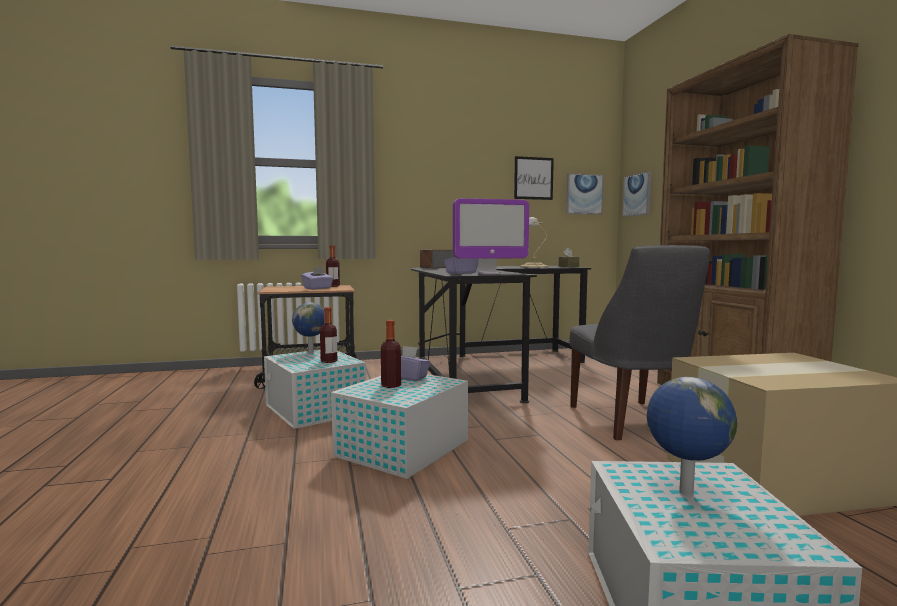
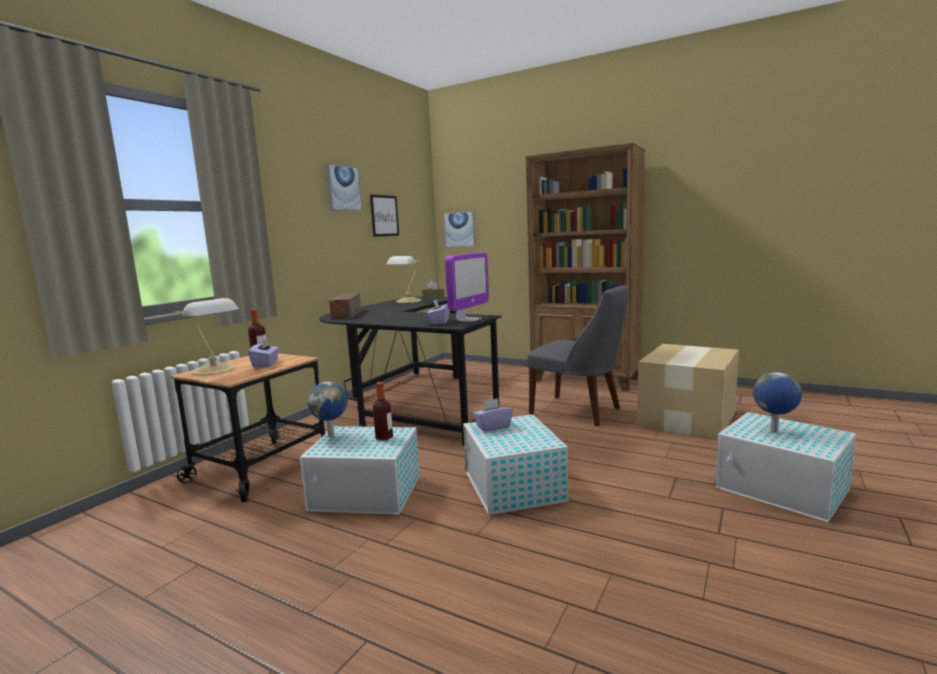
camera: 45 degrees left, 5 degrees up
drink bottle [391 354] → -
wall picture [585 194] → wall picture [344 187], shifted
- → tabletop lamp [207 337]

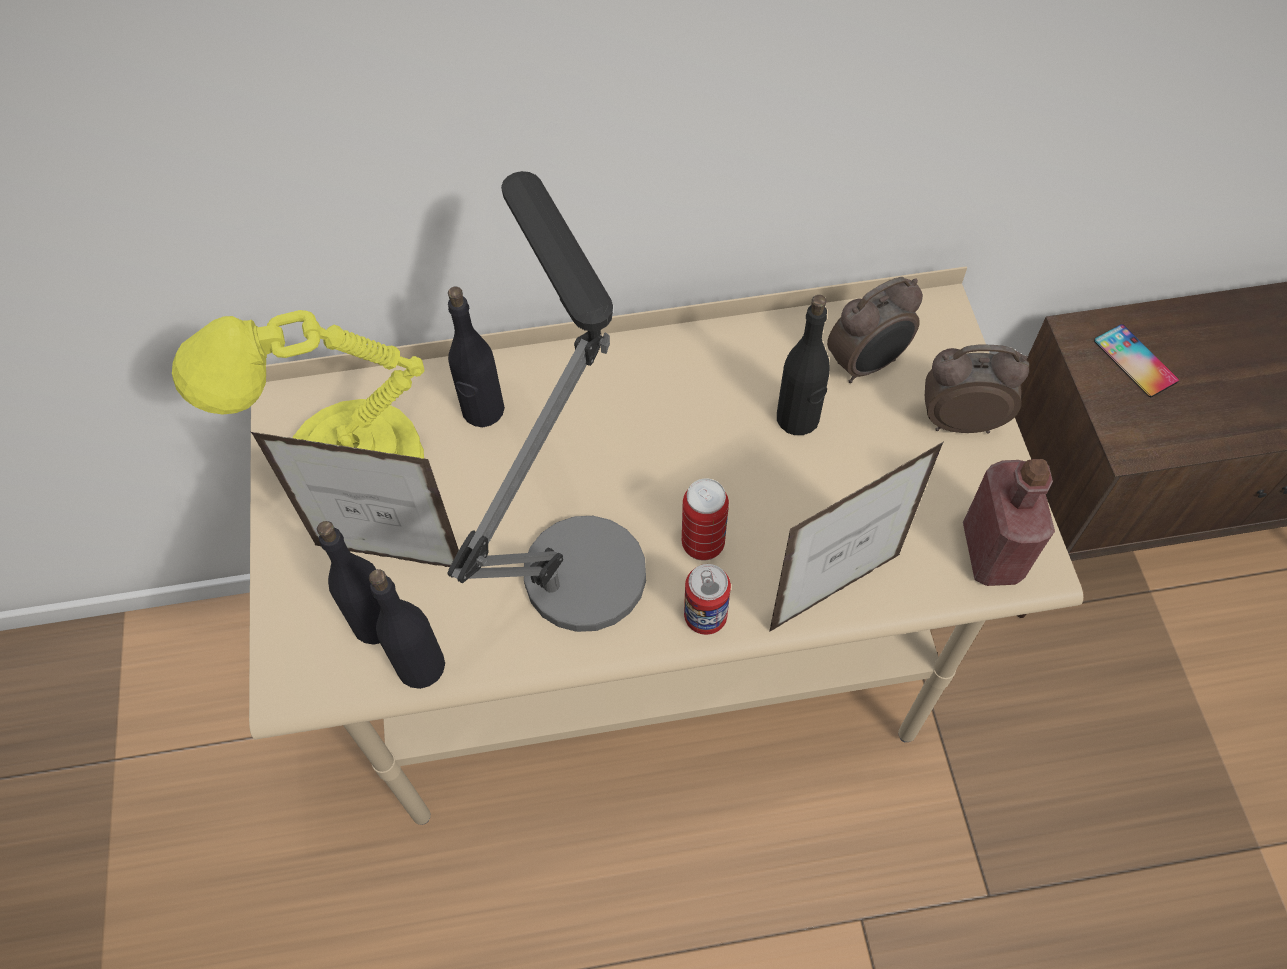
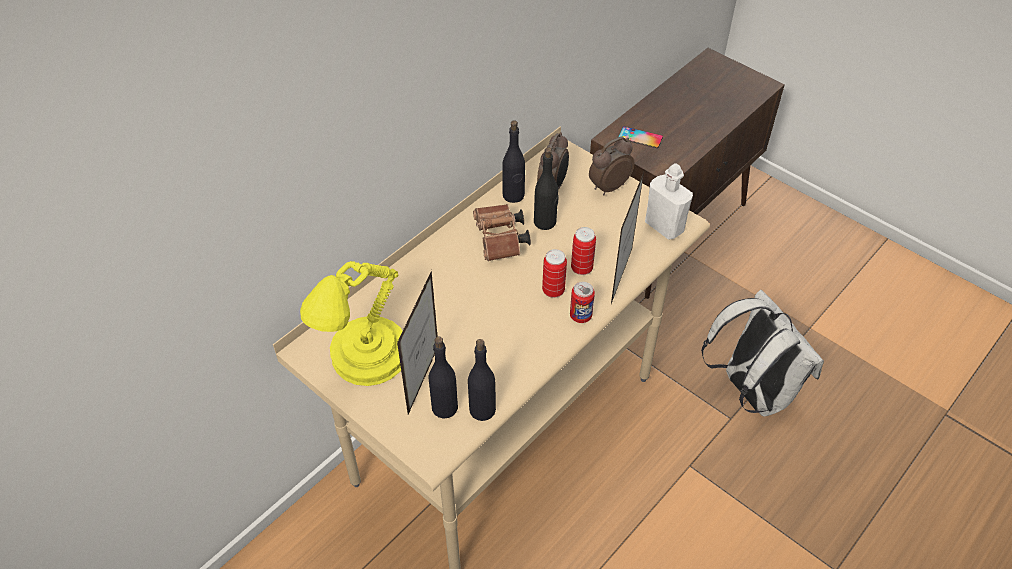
camera: 40 degrees left, 10 degrees down
picture frame [355 499] → picture frame [417 342], 135 degrees clockwise
tabletop lamp [546 401] → -
blackish drink bottle [476 356] → blackish drink bottle [513 161], shifted
red-coloured drink bottle [1009 522] → whitish drink bottle [669 201]
- → brownish binoculars [502 232]
- → can [583 251]
- → whitish backpack [762 353]

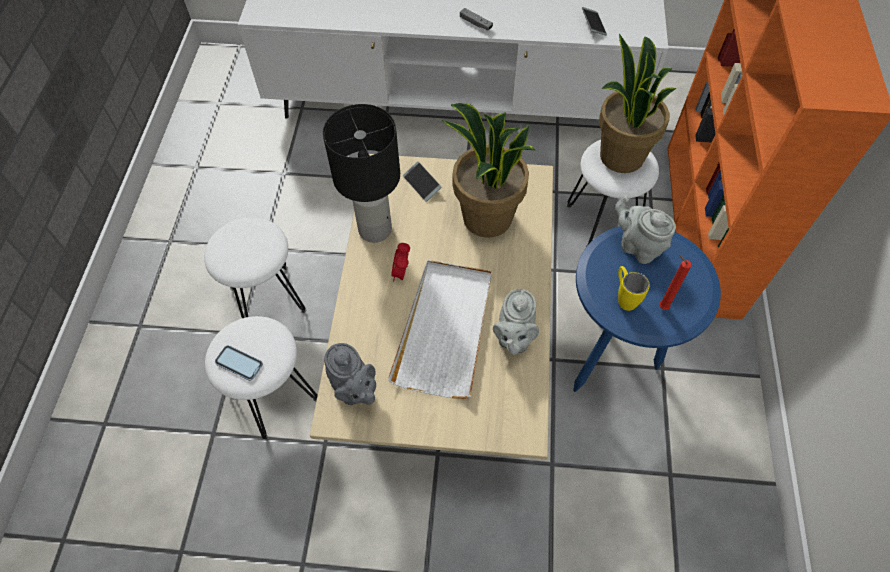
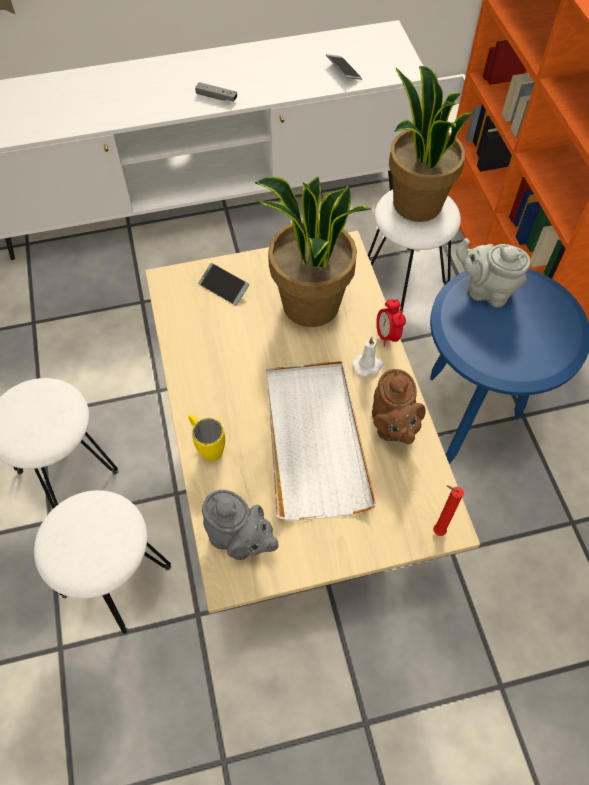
camera: 20 degrees left, 0 degrees up
telephone [239 363] → -
blackish tabletop lamp [361 173] → -
table clock [401 262] → table clock [391 323], shifted
grey teapot [516 322] → brownish teapot [399 406]
yellowish mug [634 288] → yellowish mug [207 438], shifted
red-coloured wax candle [675 282] → red-coloured wax candle [448 510], shifted
- → whitish wax candle [368 356]

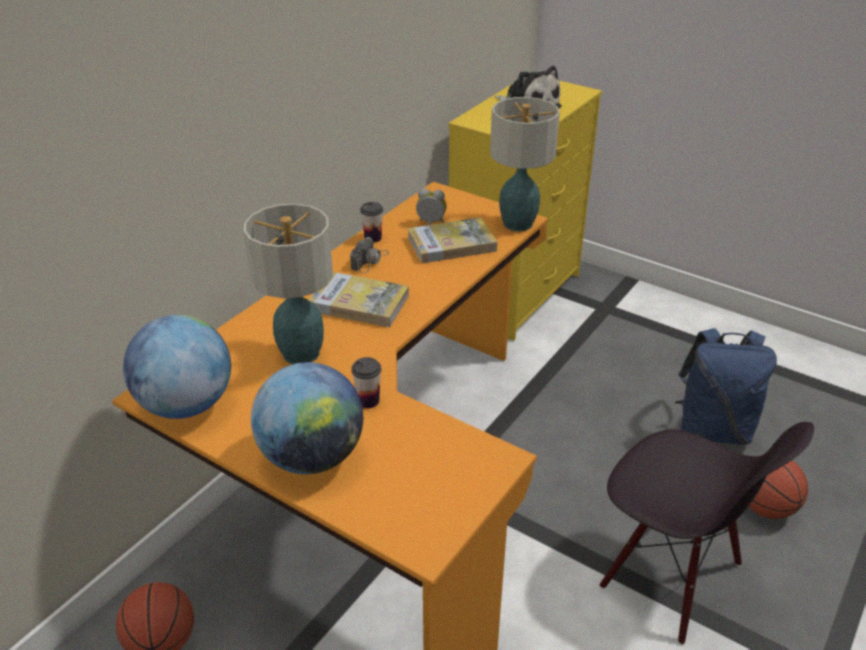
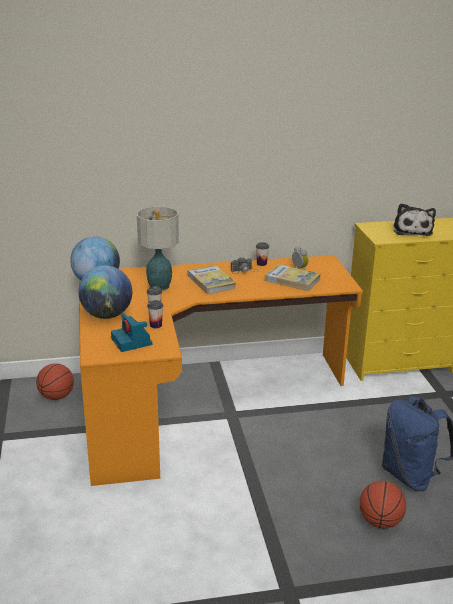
camera: 45 degrees right, 10 degrees down
tabletop lamp [525 164] → -
blackish plain chair [707 533] → -
- → still camera [131 332]
- → drinking cup [155 314]

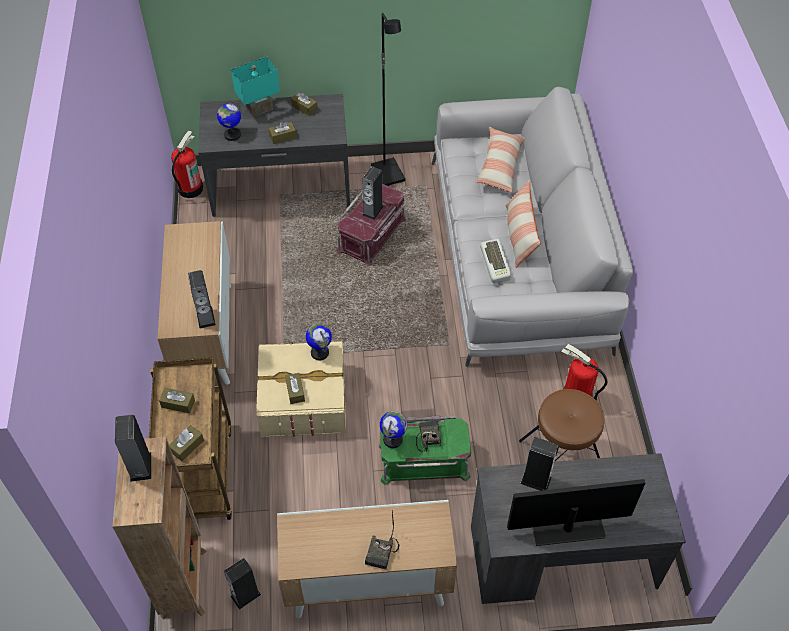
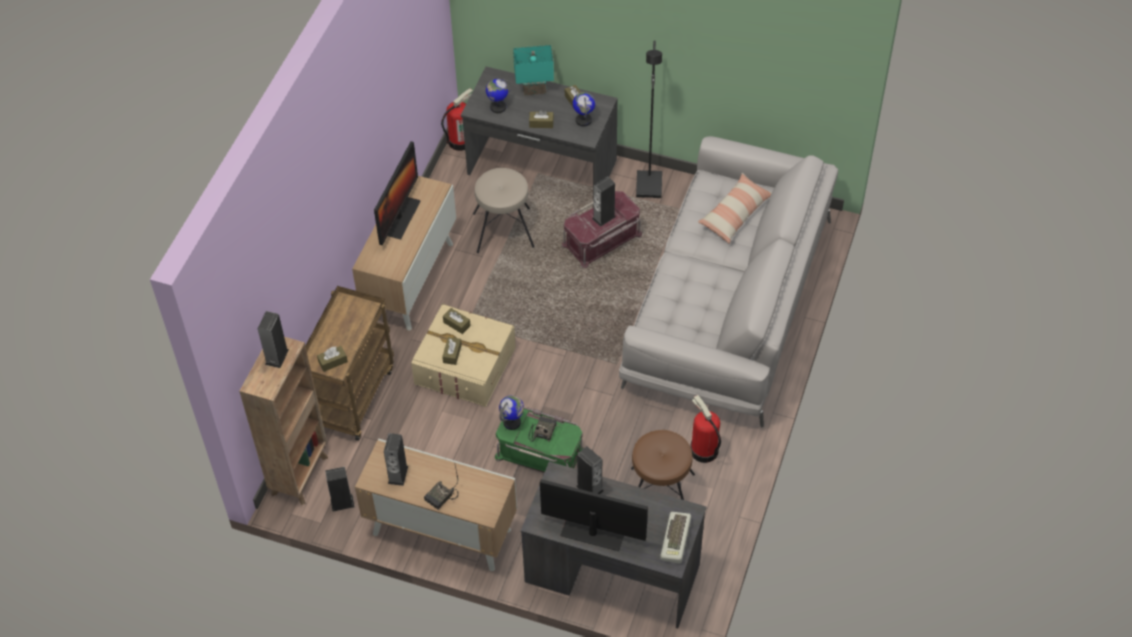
camera: 25 degrees right, 0 degrees up
brownish box of tissues [177 400] → brownish box of tissues [457 321], shifted
speaker [202 299] → speaker [396 459], shifted
globe [319 342] → globe [584 109], shifted
computer keyboard [495 260] → computer keyboard [675 538], shifted
cushion [523 224] → -
- → computer display [397 193]
- → beige-coloured sitting stool [504 210]

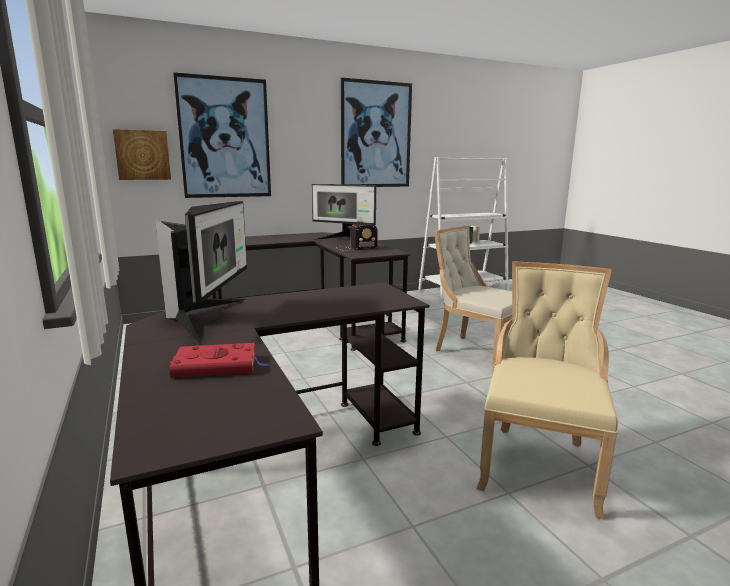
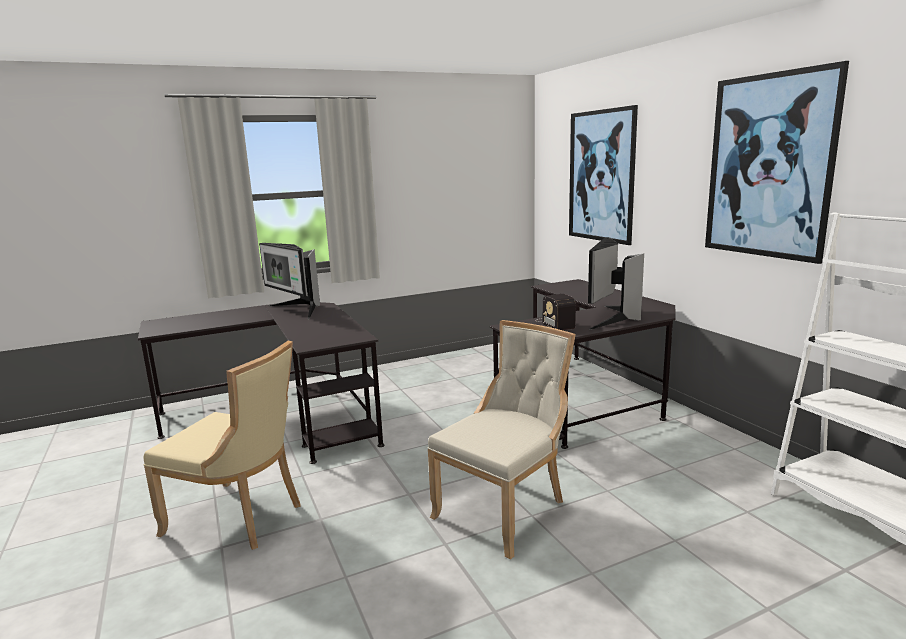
camera: 90 degrees right, 0 degrees up
wall picture [142 154] → -
computer display [201 273] → computer display [289 281], 45 degrees clockwise
red-coloured book [219 360] → -

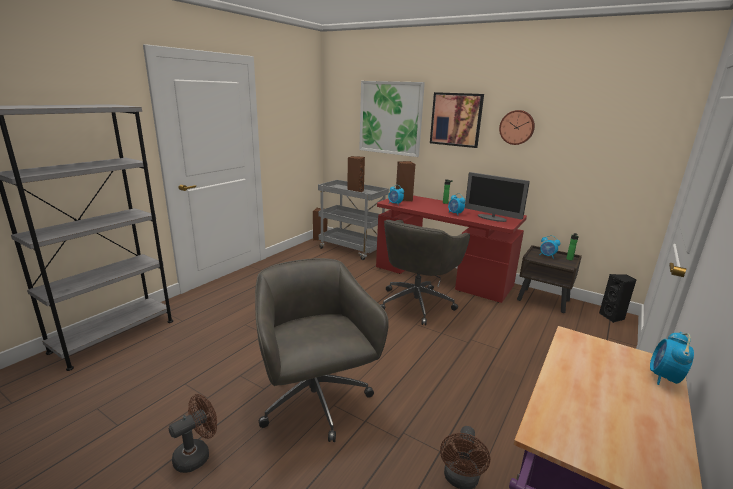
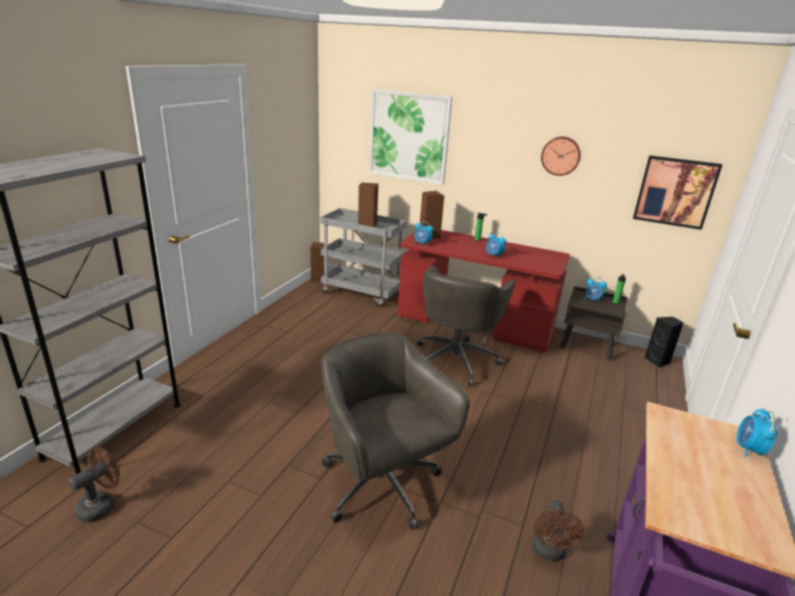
camera: 10 degrees left, 5 degrees up
brownish fan [193 433] → brownish fan [94 484], shifted
wall picture [457 120] → wall picture [677 192], shifted
computer display [497 197] → -

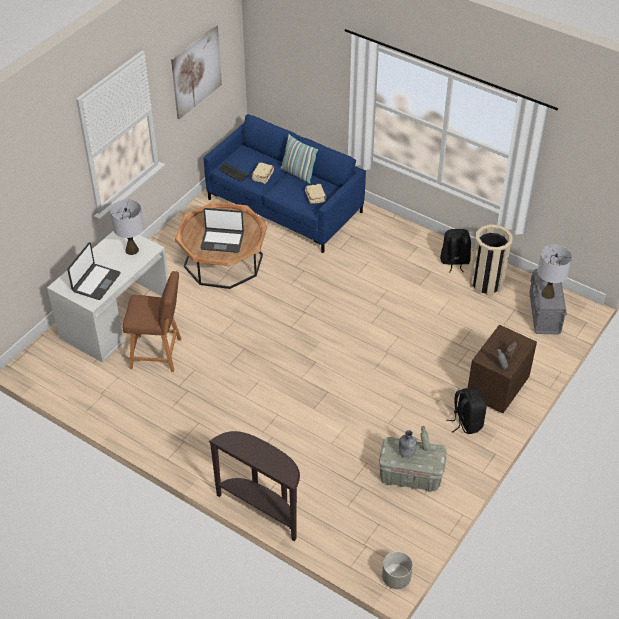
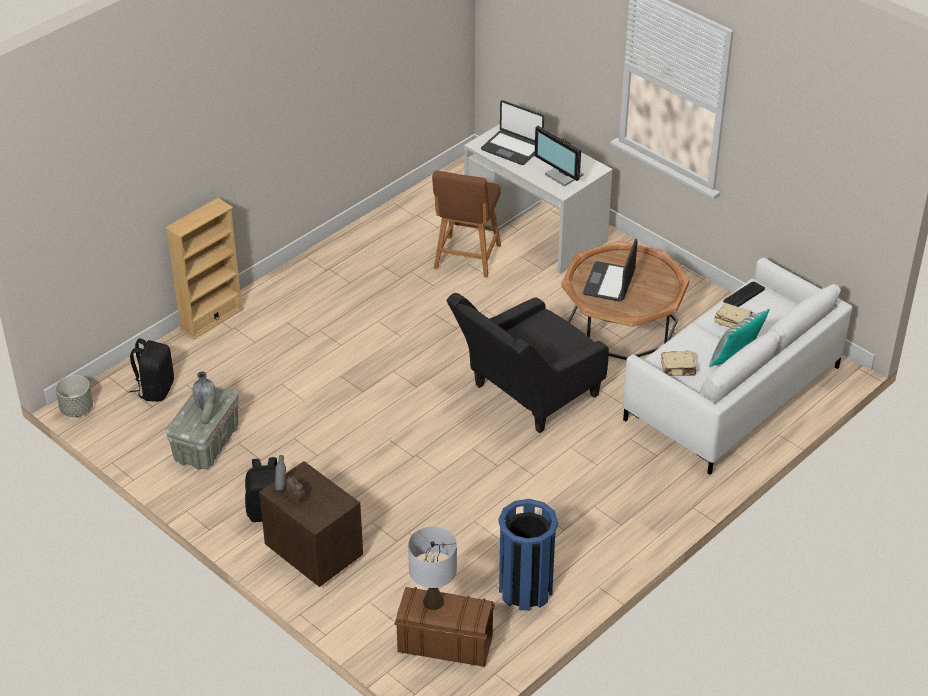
camera: 100 degrees right, 5 degrees down
grey tabletop lamp [127 227] → computer display [559 156]
wall picture [196 72] → -
blue settee [285 183] → whitish settee [738 366]
brownish hall table [254 486] → beige-coloured bookshelf [204 269]
blackish backpack [455 250] → blackish backpack [152 370], shifted
beige-coloured trash can [491 260] → blue trash can [528 555]
grey storage box [548 302] → brownish storage box [444 627]
- → blackish lounge chair [527 363]

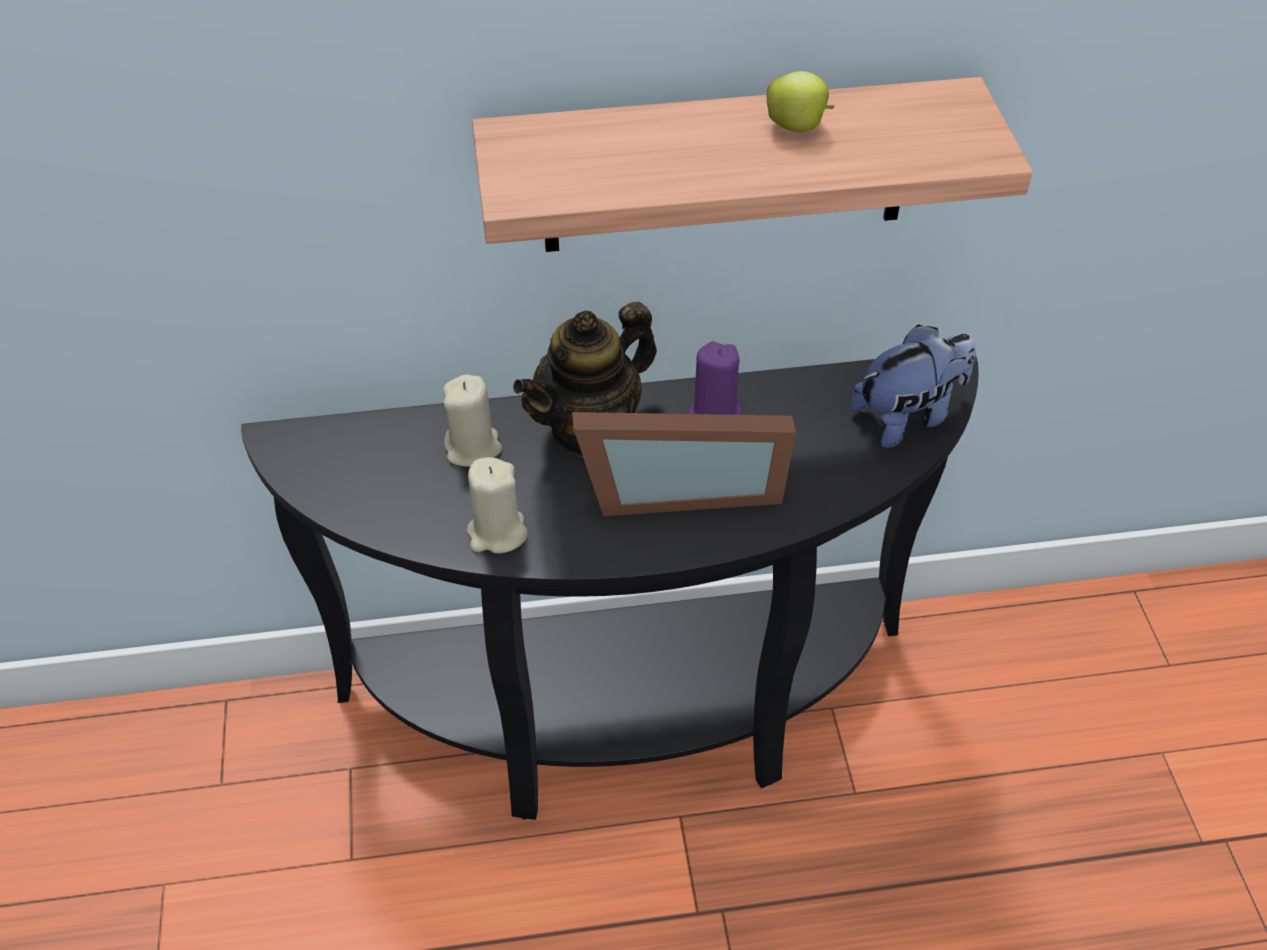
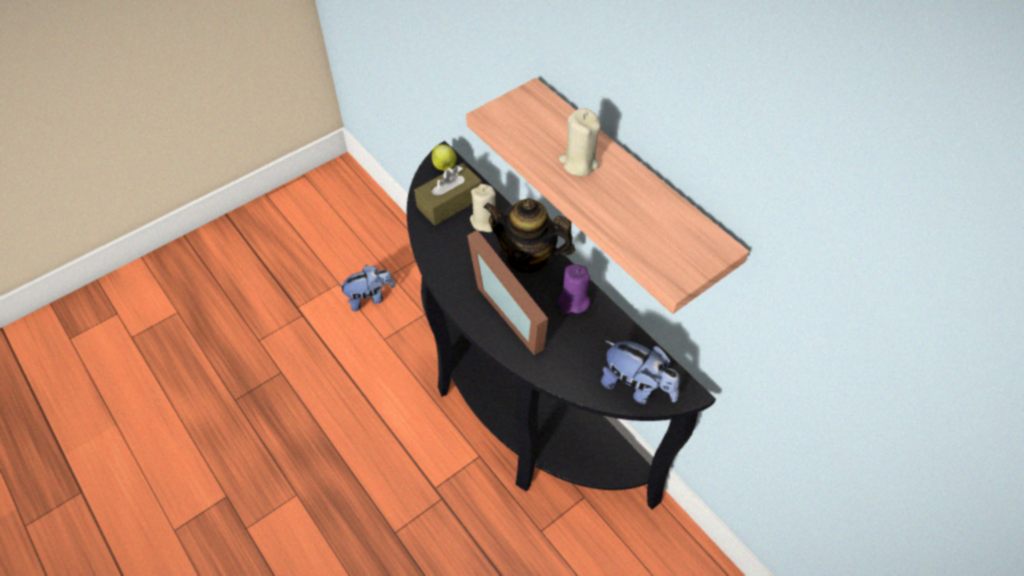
camera: 60 degrees right, 5 degrees up
beige-coloured wax candle [497 505] → beige-coloured wax candle [580 142], shifted
whole apple [800 101] → whole apple [444 157], shifted
- → plush toy [366 288]
- → brownish box of tissues [448 194]

